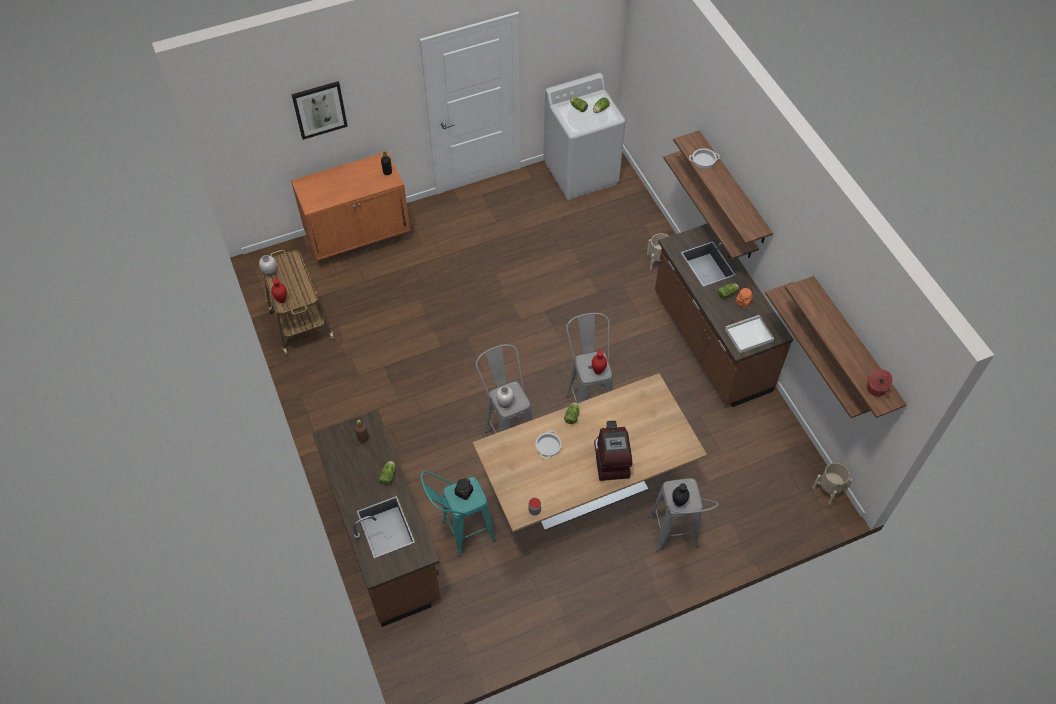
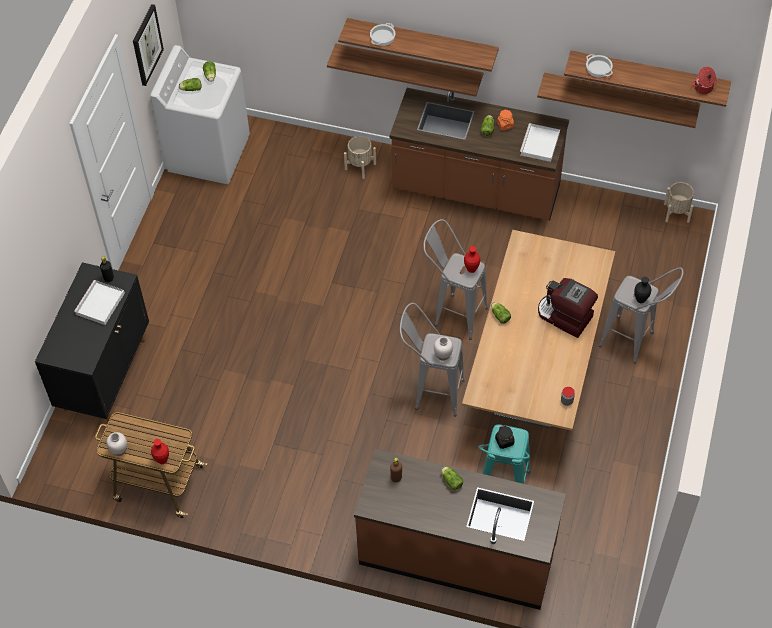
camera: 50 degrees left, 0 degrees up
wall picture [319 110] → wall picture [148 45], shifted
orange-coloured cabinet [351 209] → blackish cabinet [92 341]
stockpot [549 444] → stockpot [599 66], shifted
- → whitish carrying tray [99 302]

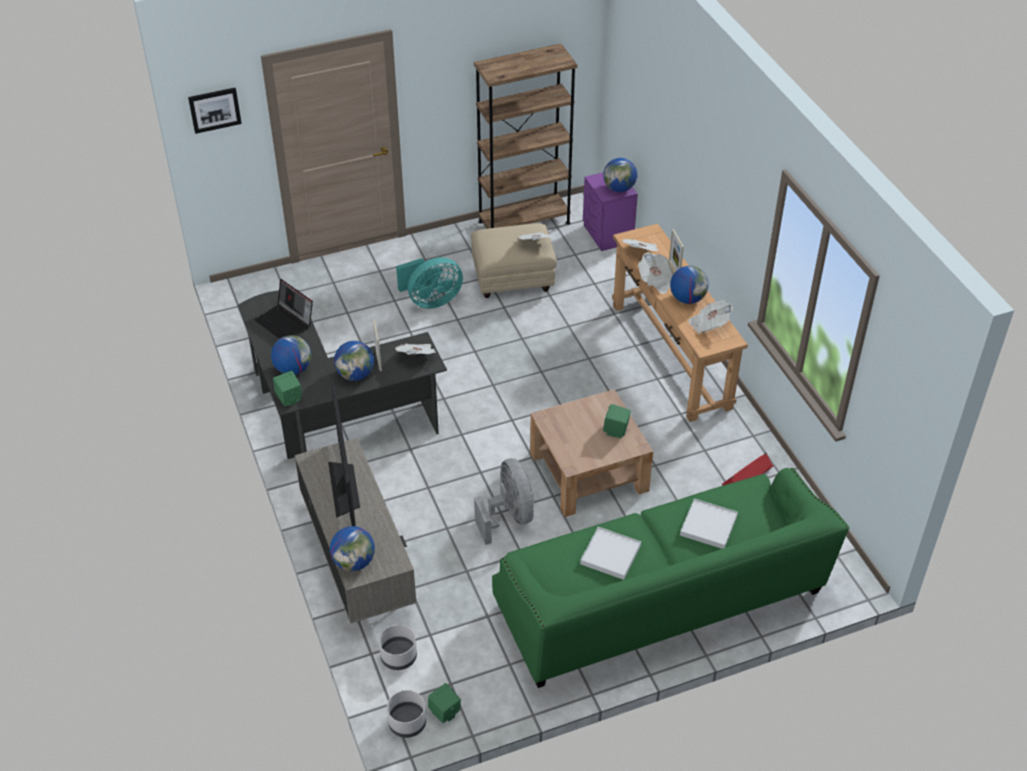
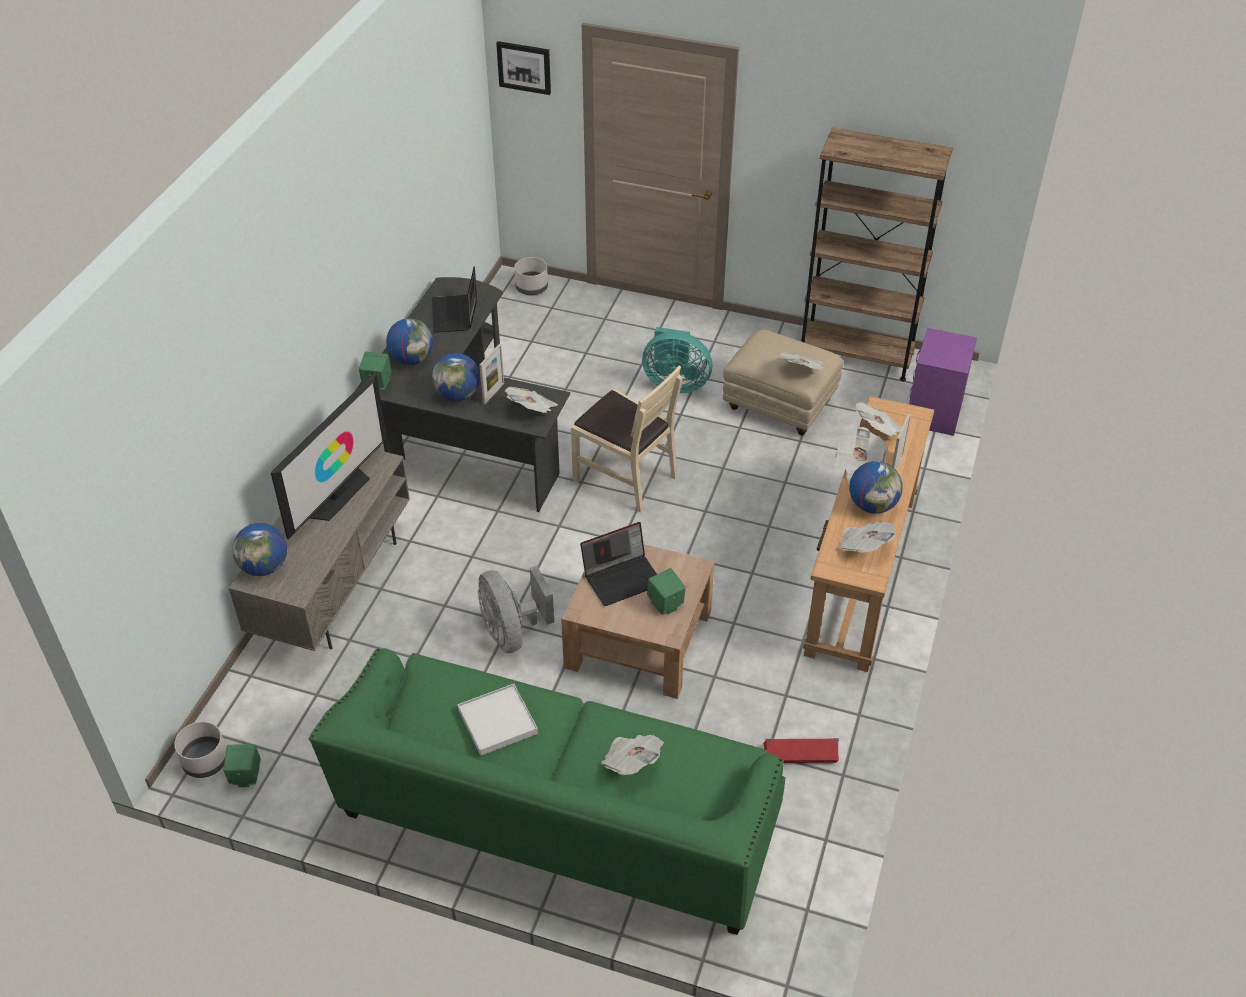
camera: 40 degrees right, 0 degrees up
grey plant pot [398 647] → grey plant pot [531 276], shifted
grey fan [504 501] → grey fan [516 609], 135 degrees clockwise
globe [620 175] → -
whitish carrying tray [709 524] → daily paper [632 754]
- → beige-coloured plain chair [627 439]
- → notebook computer [618 564]

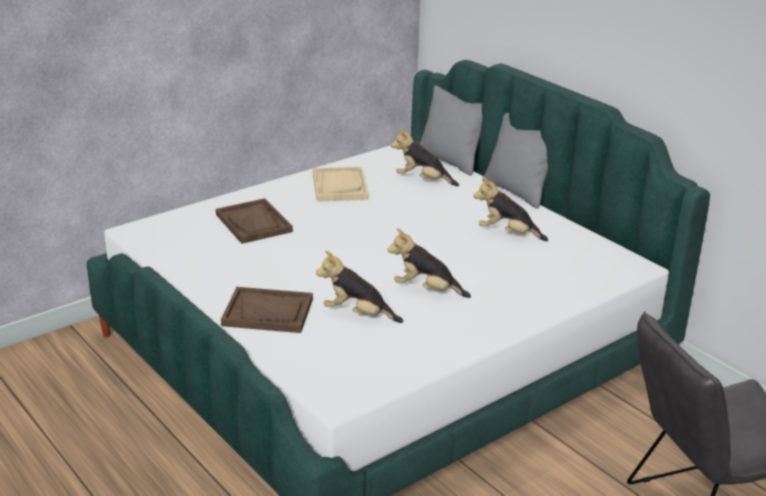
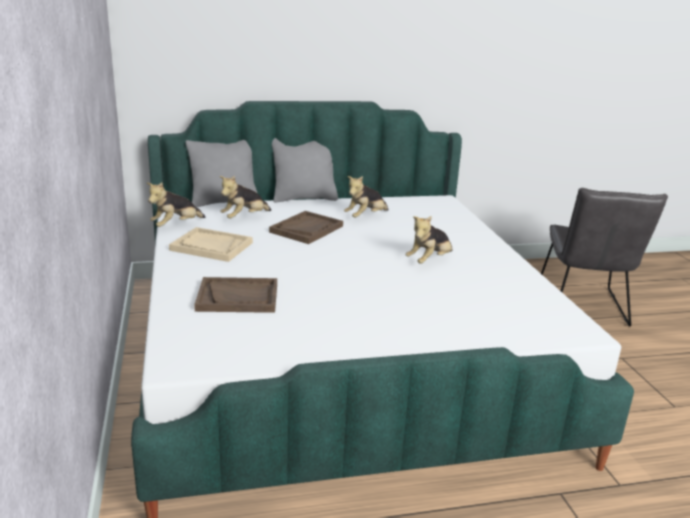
camera: 65 degrees left, 5 degrees down
brownish carrying tray [267 310] → brownish carrying tray [306 227], shifted
plush toy [359 286] → plush toy [176 205], shifted

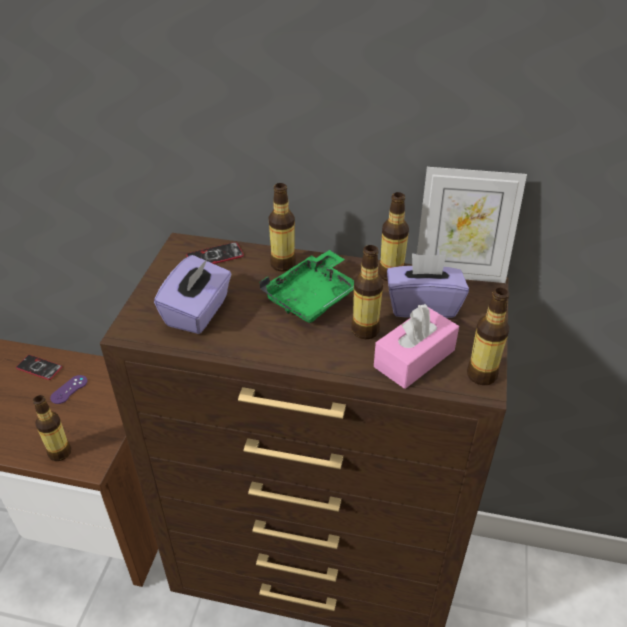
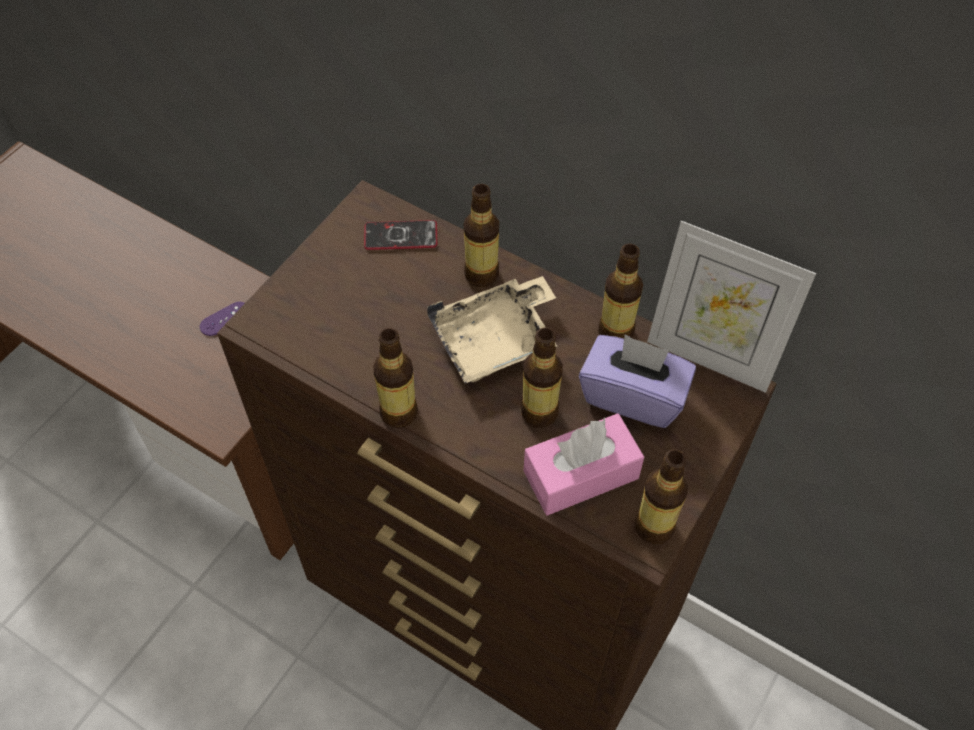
camera: 20 degrees right, 15 degrees up
telephone [39 367] → -
drink bottle [52 428] → drink bottle [396 378], shifted
purple box of tissues [193 294] → -
green carrying tray [306 286] → beige-coloured carrying tray [492 329]

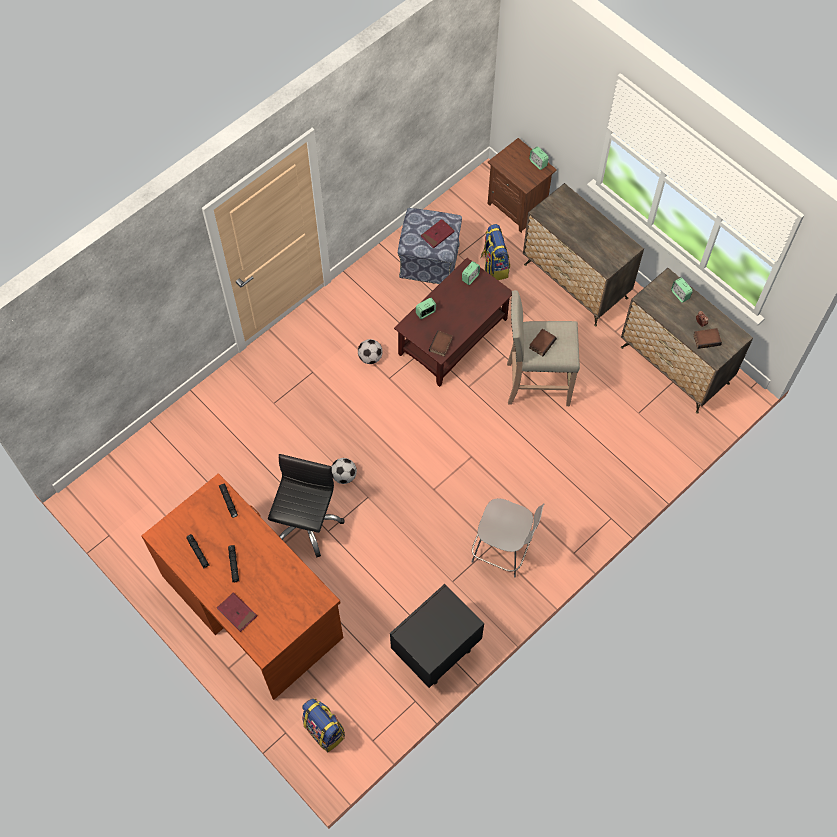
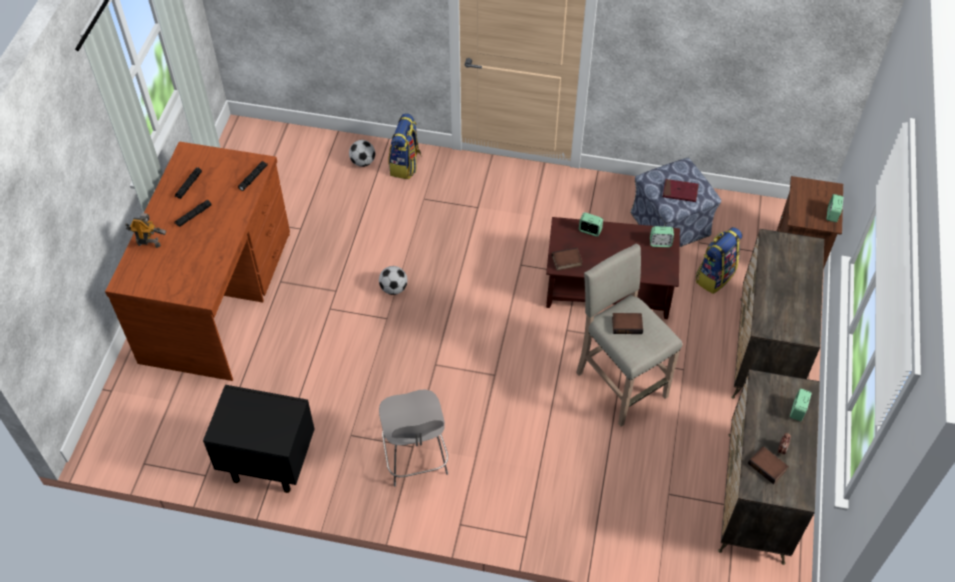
camera: 55 degrees right, 10 degrees down
red-coloured book [237 612] → toy robot [145 230]
blackish desk chair [306 505] → -
backpack [323 725] → backpack [405 146], shifted
ball for football [370 351] → ball for football [362 153], shifted

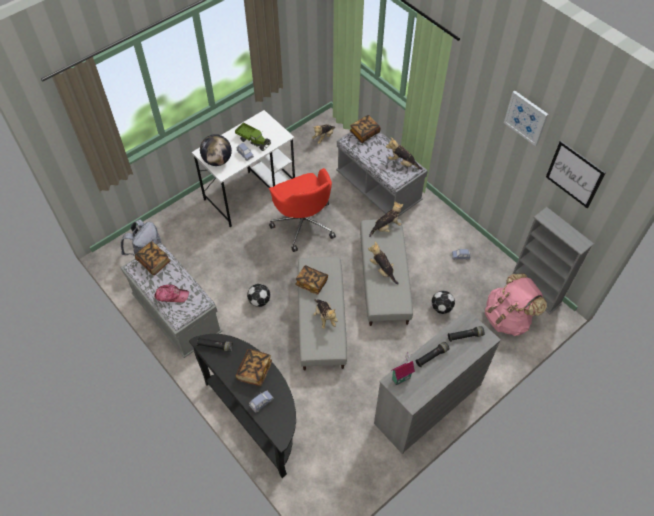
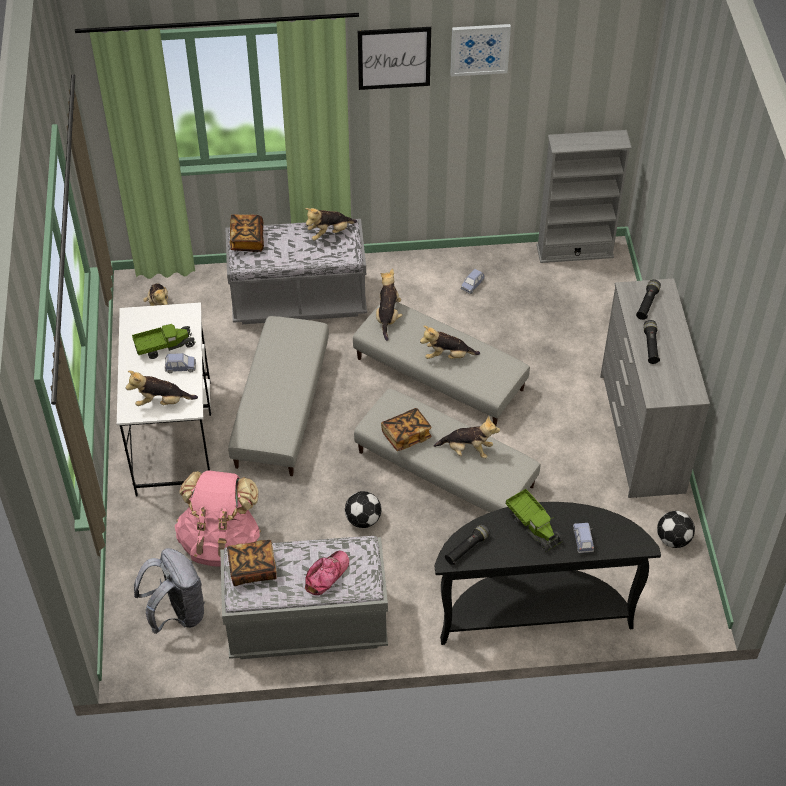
camera: 55 degrees left, 5 degrees down
globe [216 150] → plush toy [162 388]
book [254 367] → toy truck [534 520]
red-coloured desk chair [302 210] → grey ottoman [278 396]
toy house [403 368] → -
ball for football [443 302] → ball for football [676 529], shifted
pink backpack [516 304] → pink backpack [218 518], shifted
wall picture [575 174] → wall picture [394 58], shifted

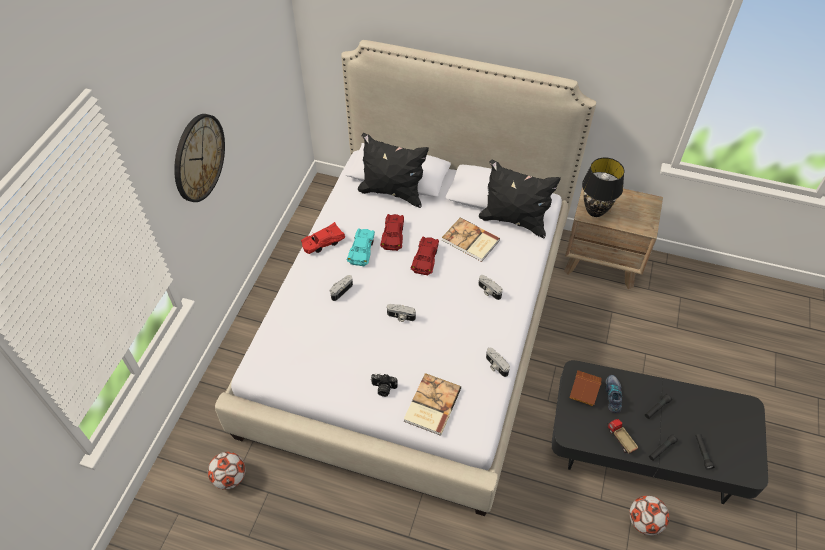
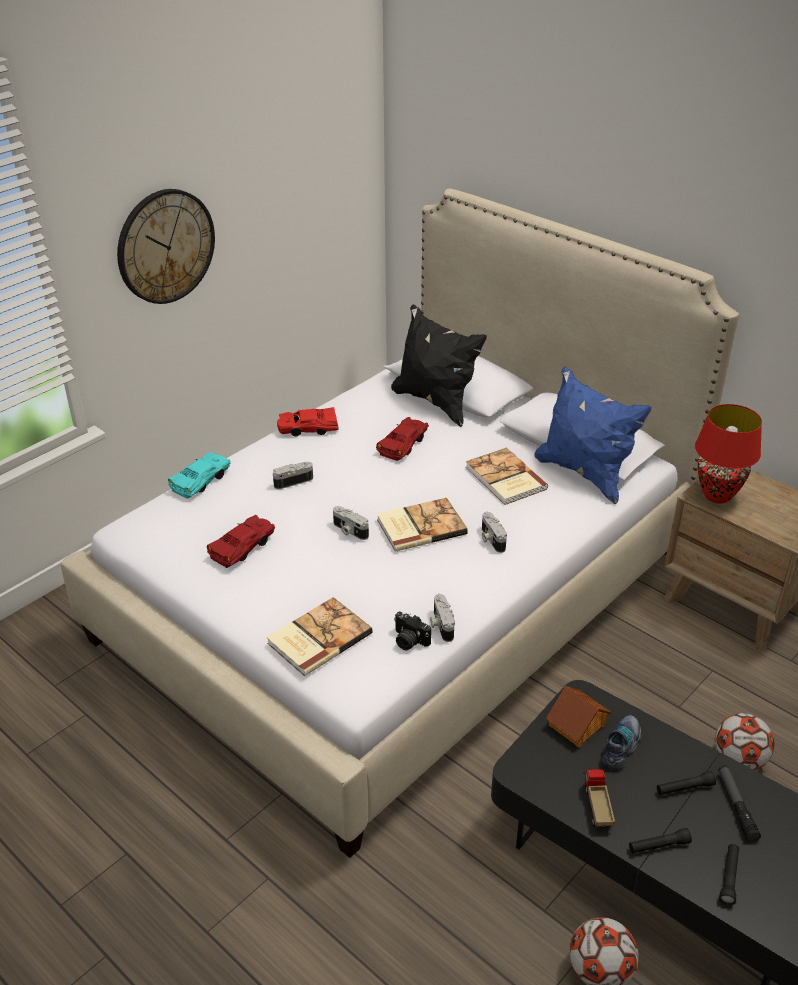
camera: 25 degrees right, 15 degrees down
ball for football [226 471] → ball for football [744 741], shifted
turquoise-coloured toy car [361 247] → turquoise-coloured toy car [199 475], shifted
still camera [384 385] → still camera [412 630], shifted
red-coloured toy car [425 256] → red-coloured toy car [241 541], shifted
blackish cushion [520 199] → blue cushion [593 436]
blackish tabletop lamp [603 187] → red-coloured tabletop lamp [728 454]
- → book [422 525]
- → flashlight [739 803]

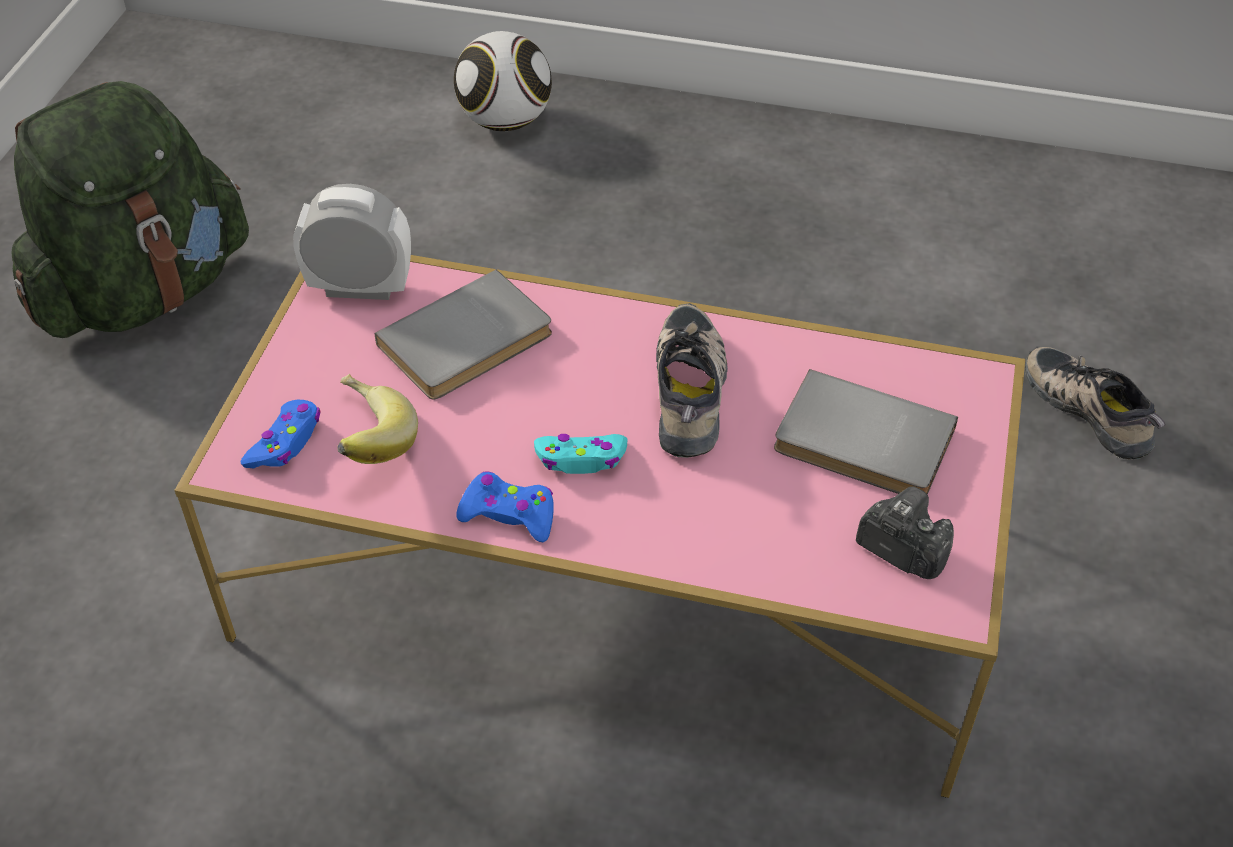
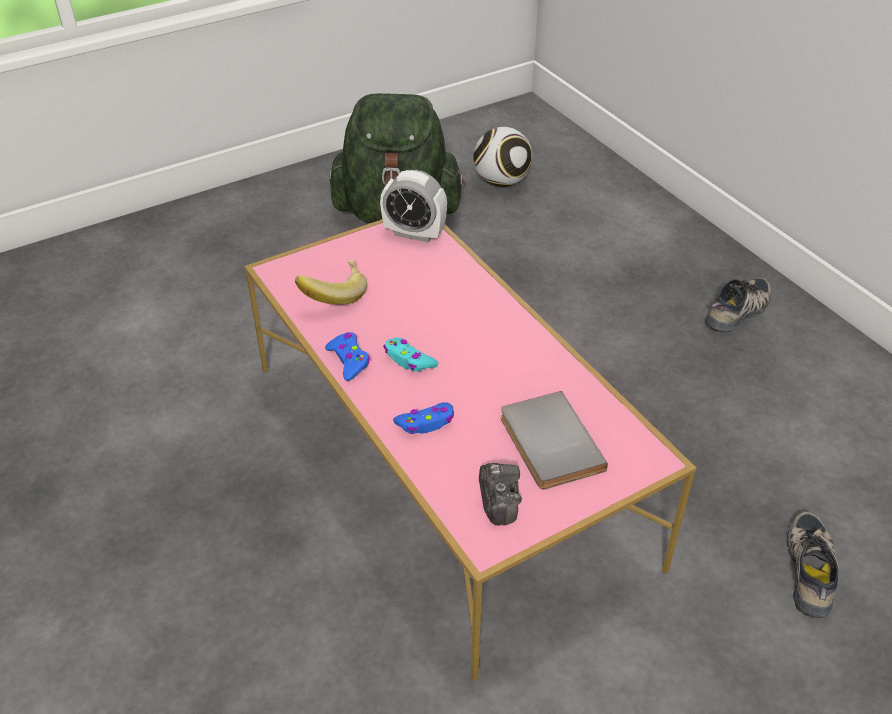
camera: 45 degrees right, 5 degrees down
blue joypad [280 434] → blue joypad [423 418], shifted
table clock [352 242] → table clock [413 206], 150 degrees clockwise
grey book [463 335] → -
ball for football [503 81] → ball for football [503 157], shifted
item of footwear [692 380] → item of footwear [738 305], shifted

